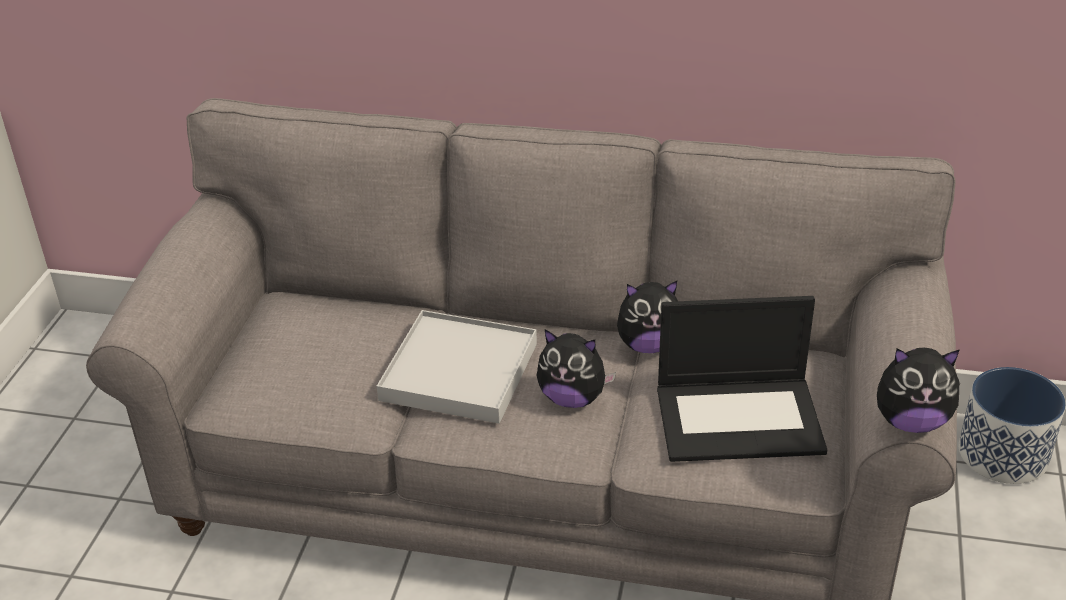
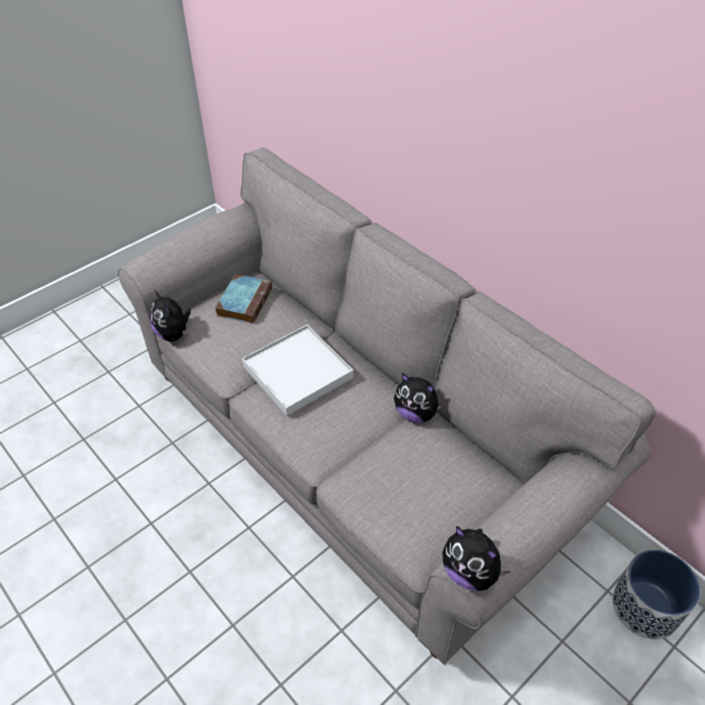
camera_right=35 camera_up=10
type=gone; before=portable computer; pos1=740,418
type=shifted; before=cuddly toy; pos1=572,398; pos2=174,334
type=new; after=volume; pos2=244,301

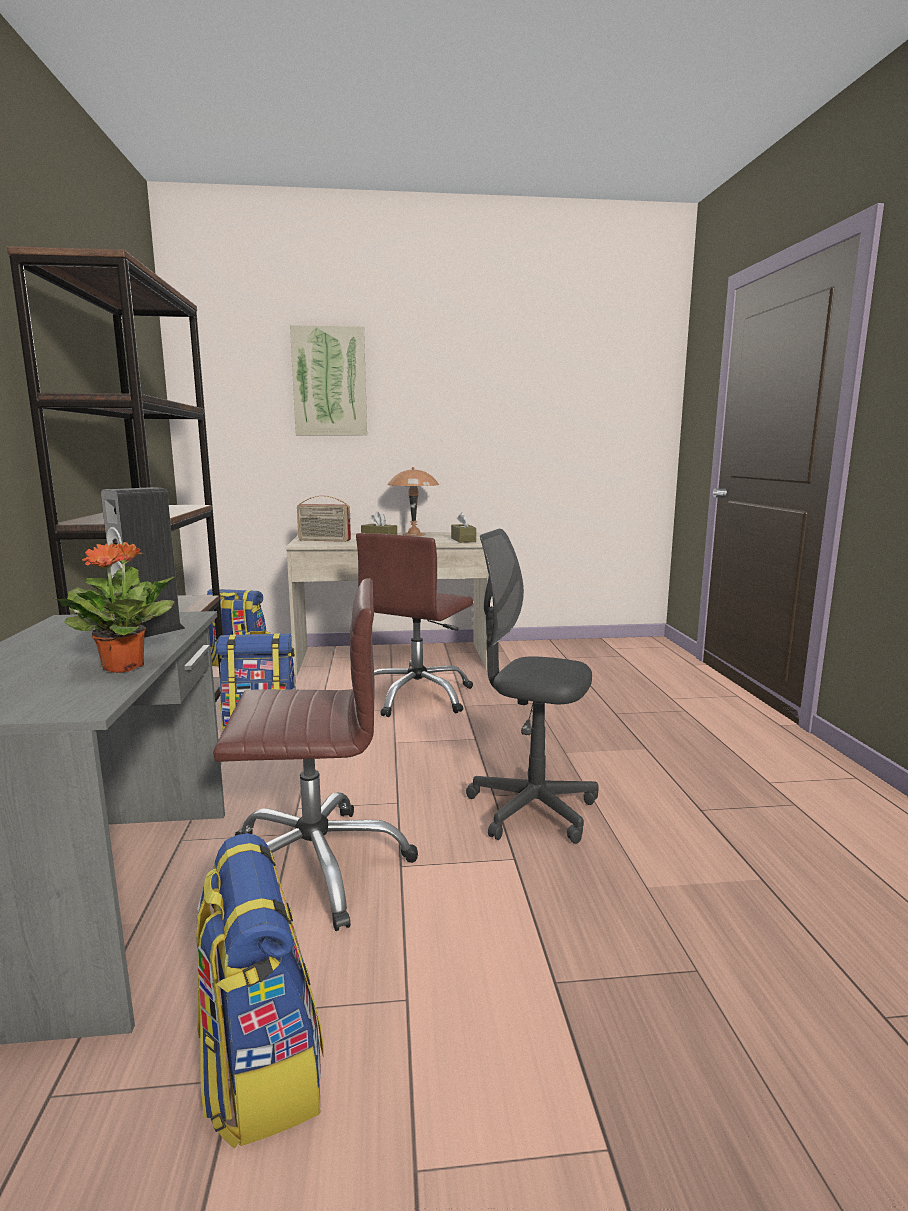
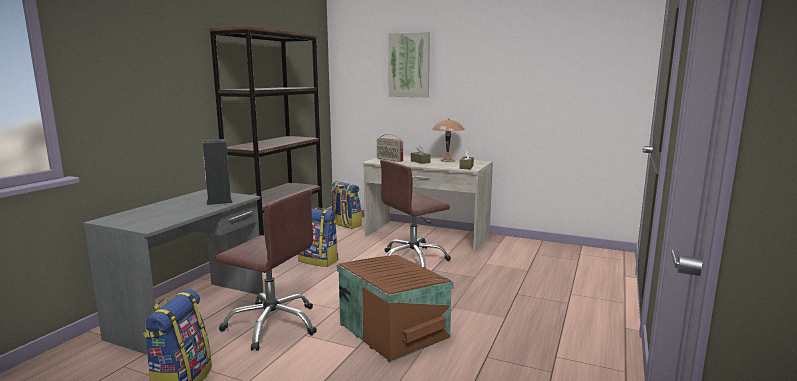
camera_right=30 camera_up=0
type=swapped; before=grey computer chair; after=brown storage container; pos1=532,810; pos2=394,330
type=gone; before=plant in a pot; pos1=124,666

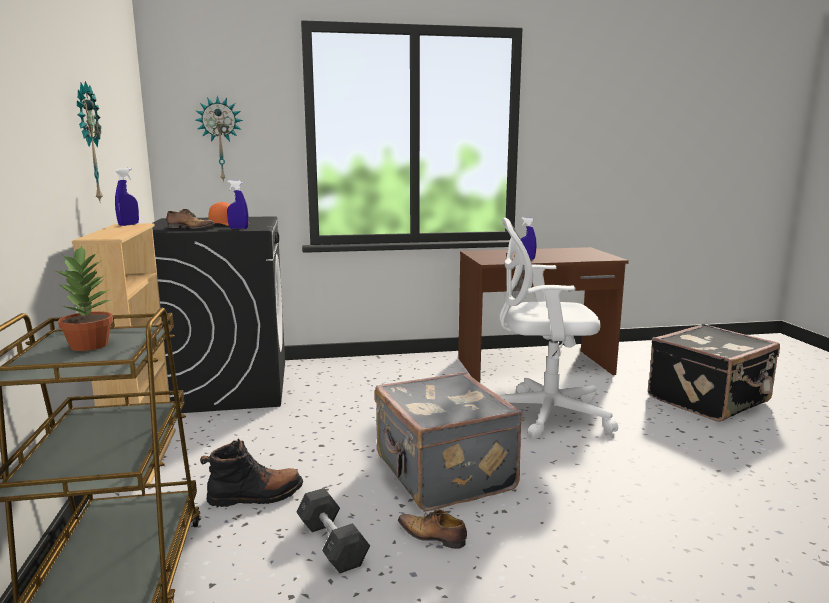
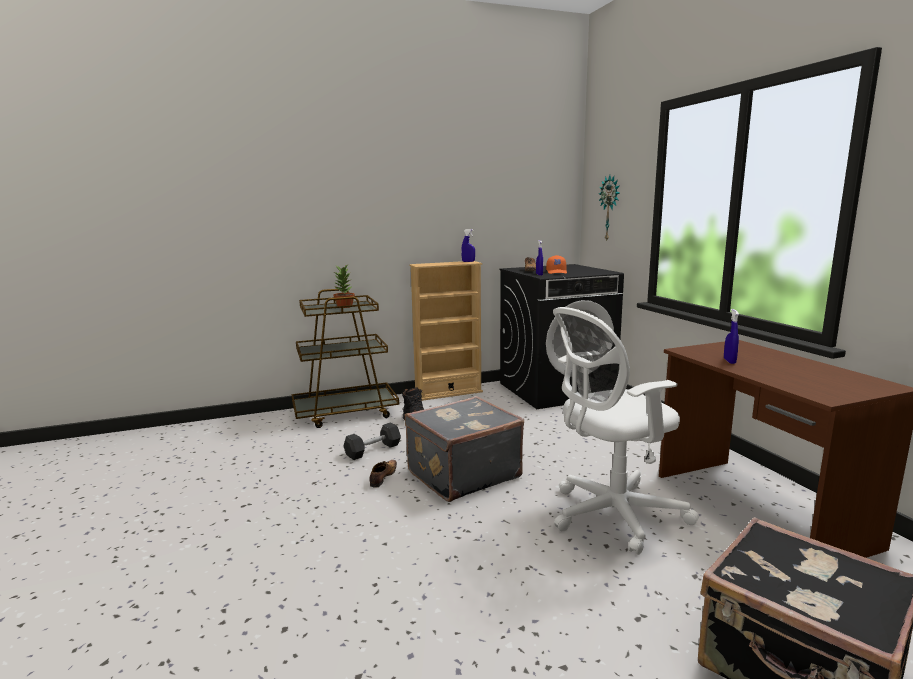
camera_right=80 camera_up=0
type=gone; before=wall clock; pos1=87,143
type=rotated; before=whitish computer chair; pos1=543,413; pos2=611,515; turn=-105

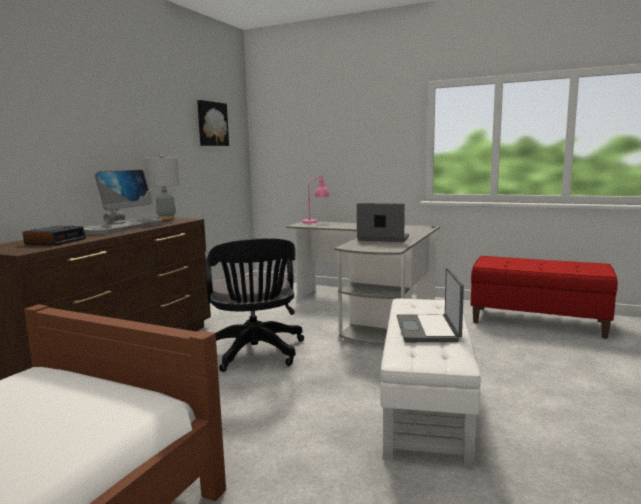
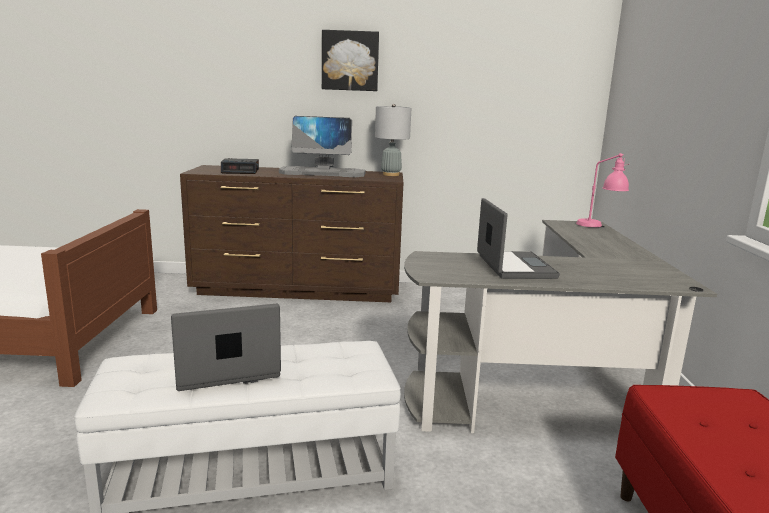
camera_right=65 camera_up=5
type=shifted; before=wall picture; pos1=212,124; pos2=350,61
type=gone; before=blackish computer chair; pos1=255,353

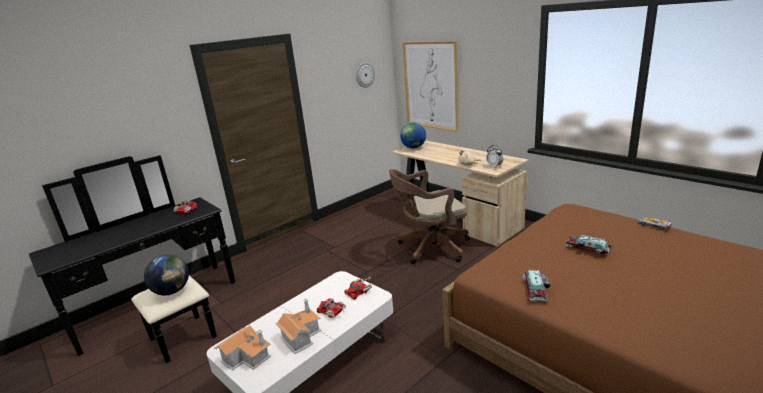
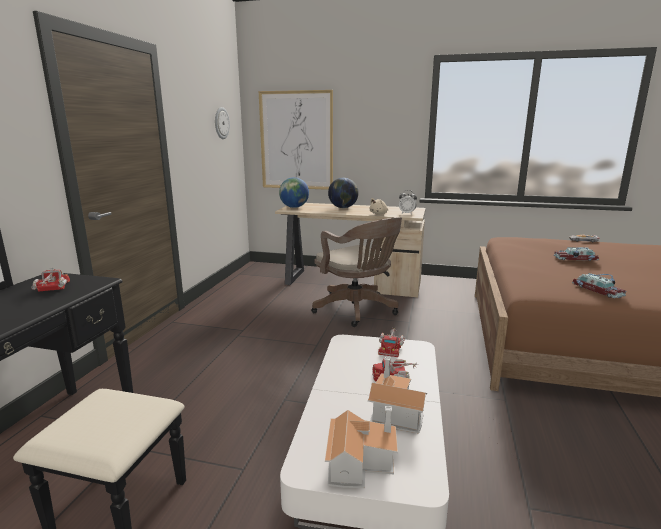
camera_right=-35 camera_up=-5
type=rotated; before=brown computer chair; pos1=430,248; pos2=357,310; turn=-75
type=shifted; before=desk globe; pos1=172,291; pos2=343,207

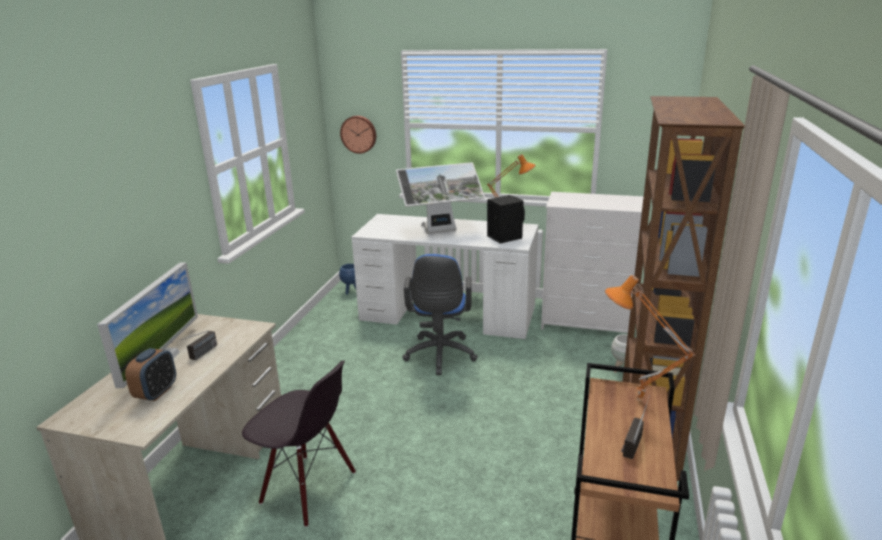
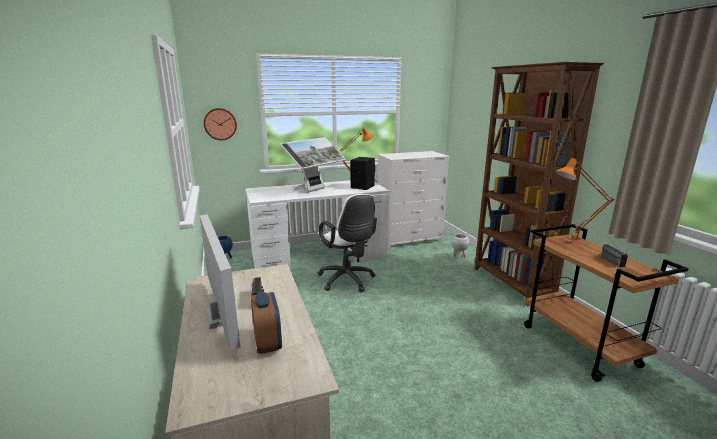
camera_right=-35 camera_up=-5
type=repainted; before=bluish computer chair; after=whitish computer chair; pos1=440,356; pos2=347,281
type=gone; before=blackish upright chair; pos1=308,488

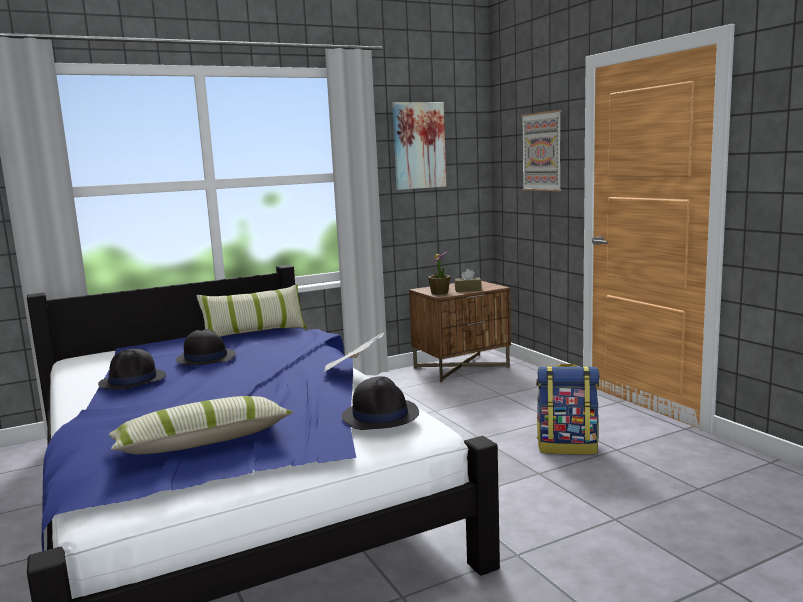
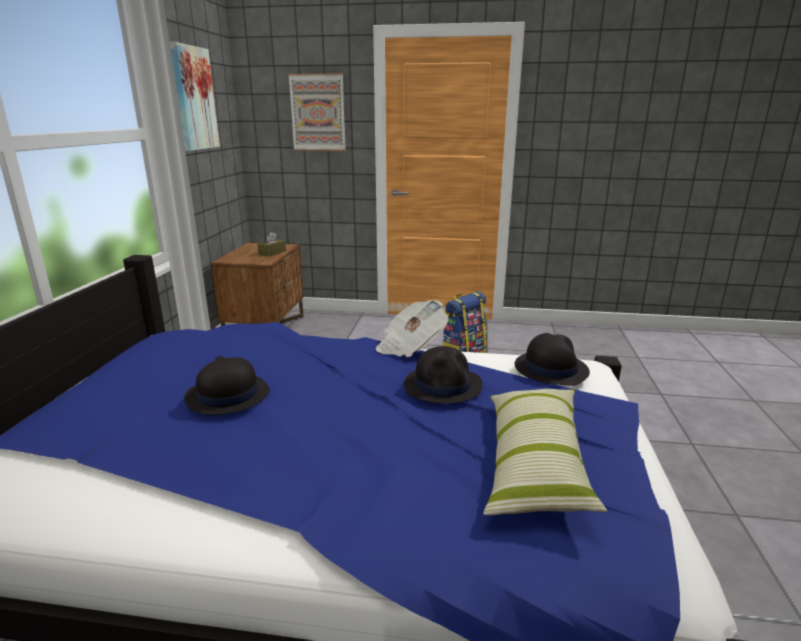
camera_right=-55 camera_up=10
type=gone; before=plant in a pot; pos1=439,293
type=gone; before=cushion; pos1=254,333
type=shifted; before=blackish wearable hat; pos1=133,380; pos2=443,385

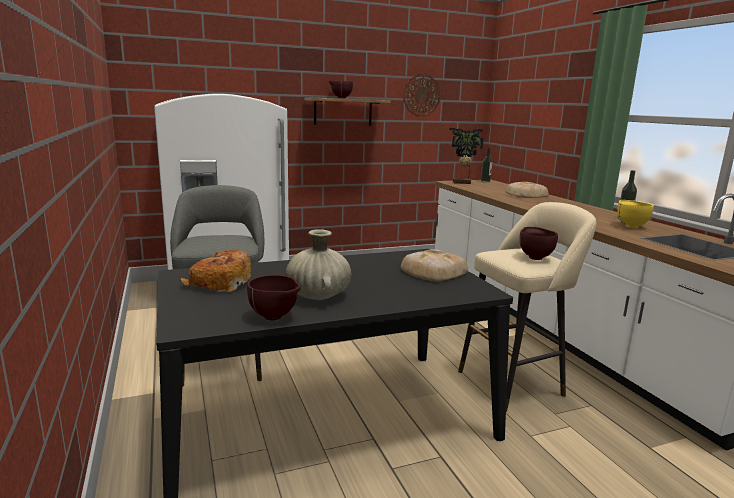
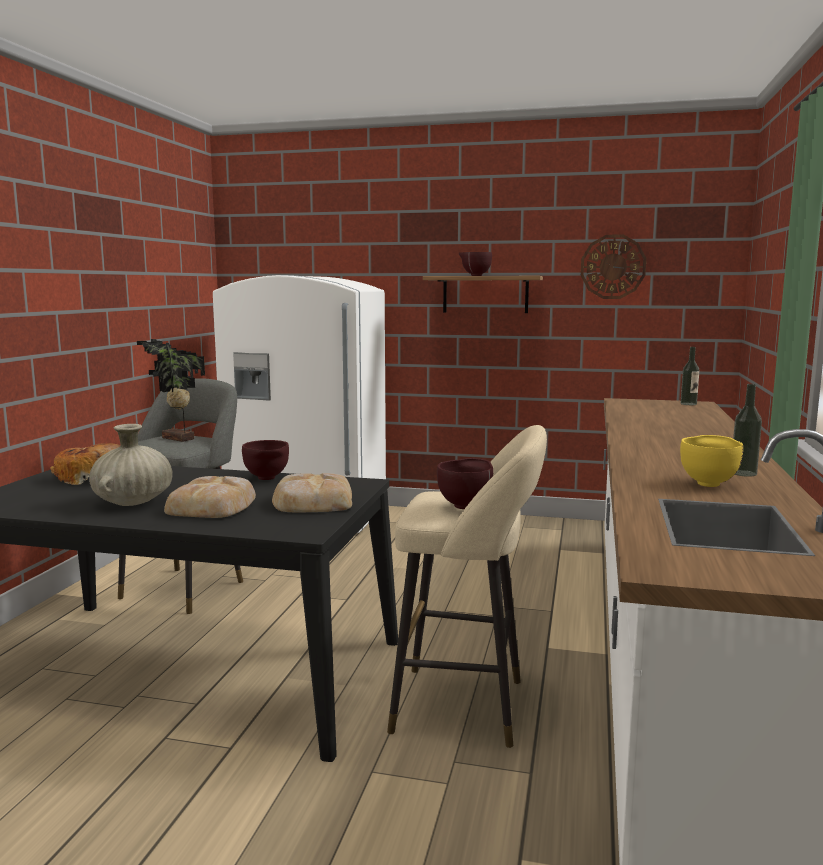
camera_right=35 camera_up=-5
type=shifted; before=plant in a pot; pos1=462,183; pos2=177,439
type=shifted; before=baked bread; pos1=526,194; pos2=213,506
type=shifted; before=brown bowl; pos1=275,318; pos2=267,478

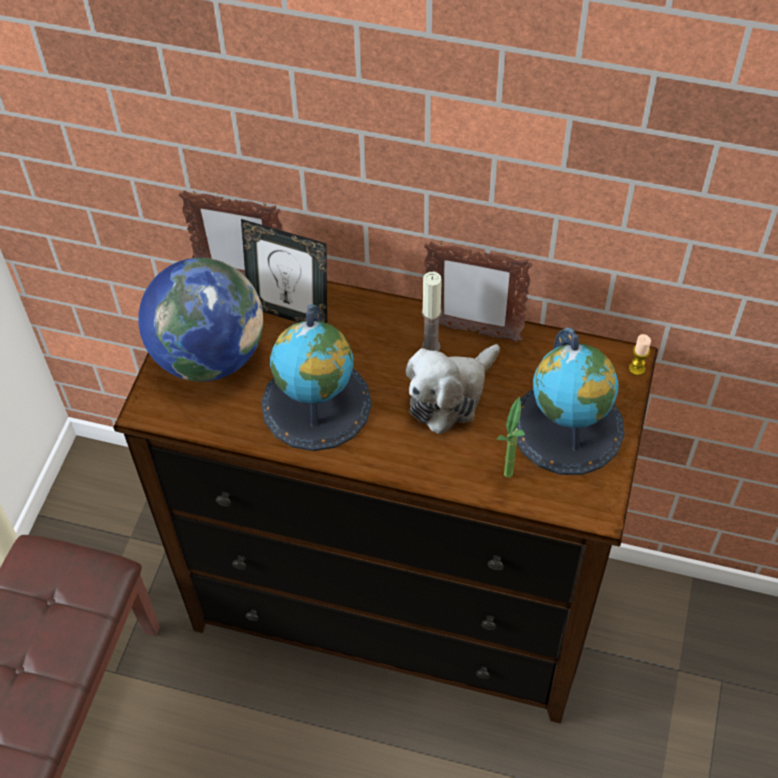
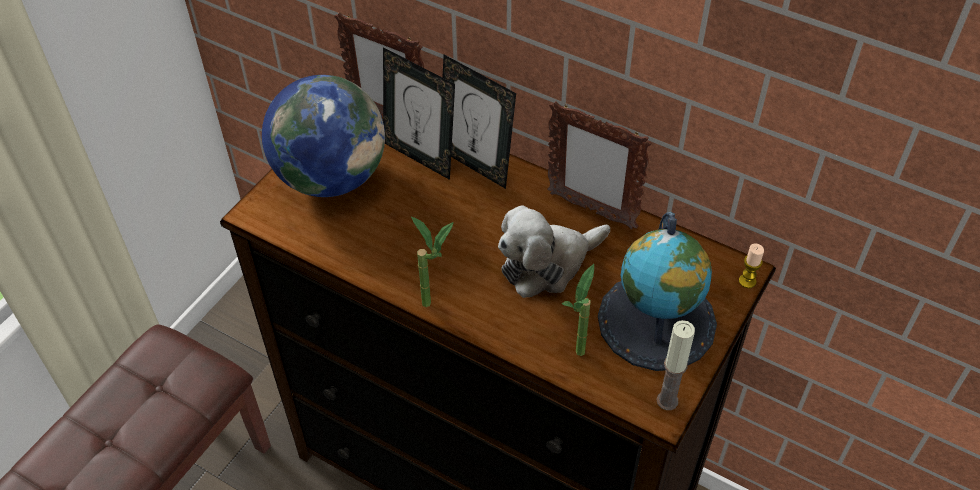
camera_right=15 camera_up=-5
type=shifted; before=candle; pos1=431,346; pos2=667,400
type=gone; before=desk globe; pos1=317,404
type=new; after=photo frame; pos2=476,164
type=new; after=plant in a pot; pos2=436,304

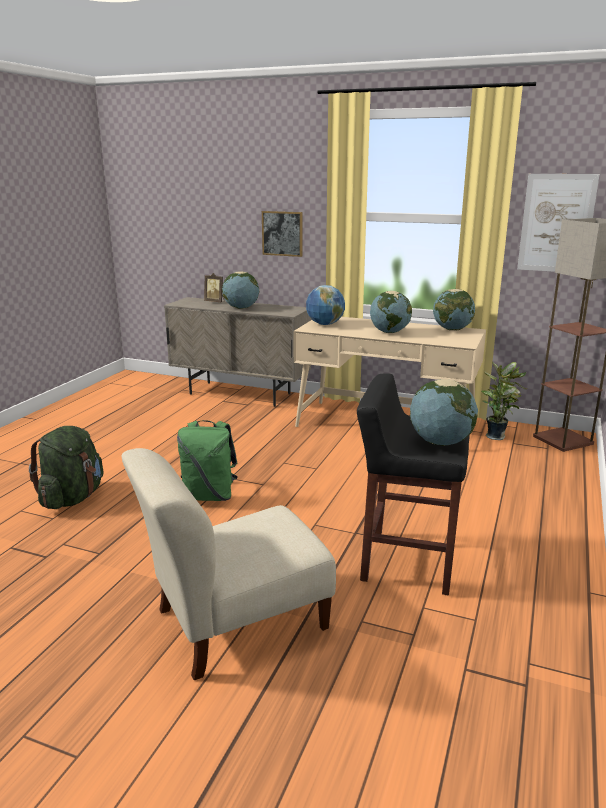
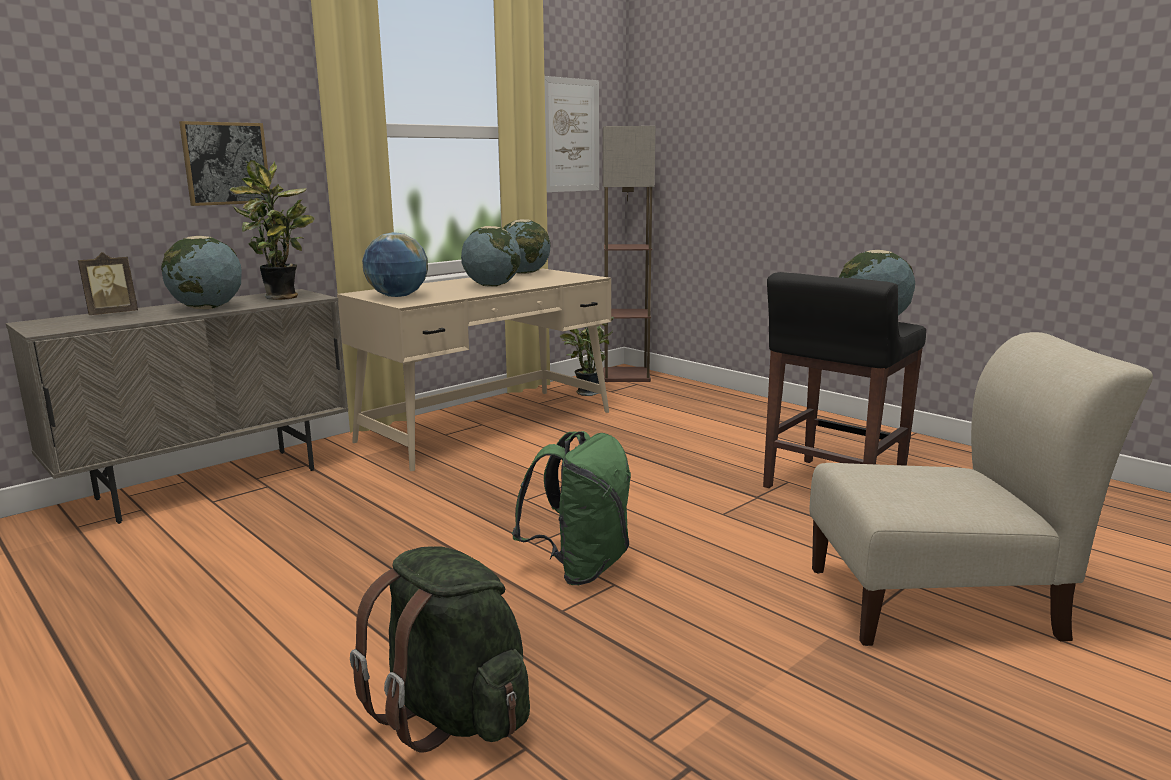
camera_right=-65 camera_up=-5
type=rotated; before=beige-coloured upright chair; pos1=235,623; pos2=942,602; turn=-90
type=new; after=plant in a pot; pos2=283,298

